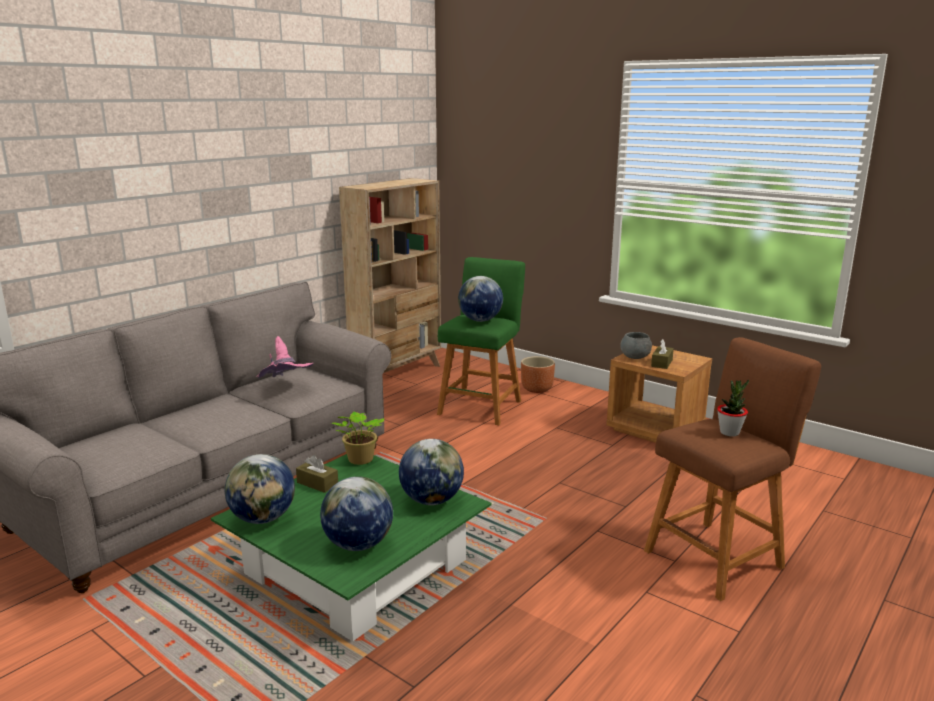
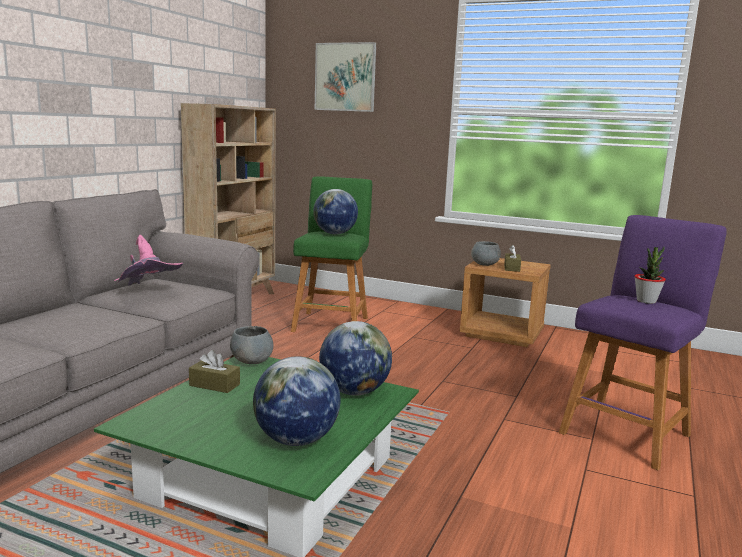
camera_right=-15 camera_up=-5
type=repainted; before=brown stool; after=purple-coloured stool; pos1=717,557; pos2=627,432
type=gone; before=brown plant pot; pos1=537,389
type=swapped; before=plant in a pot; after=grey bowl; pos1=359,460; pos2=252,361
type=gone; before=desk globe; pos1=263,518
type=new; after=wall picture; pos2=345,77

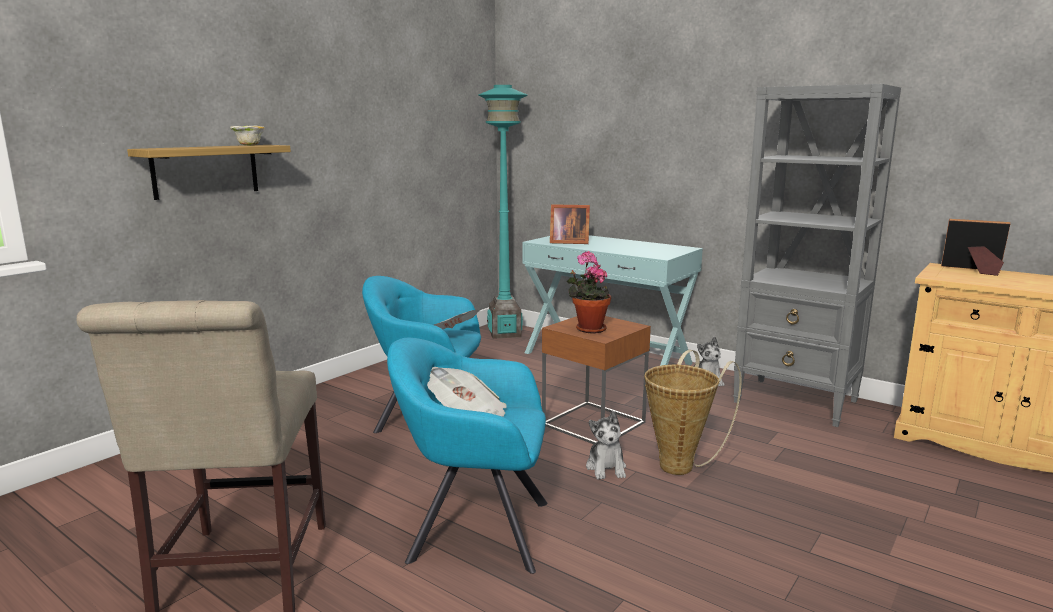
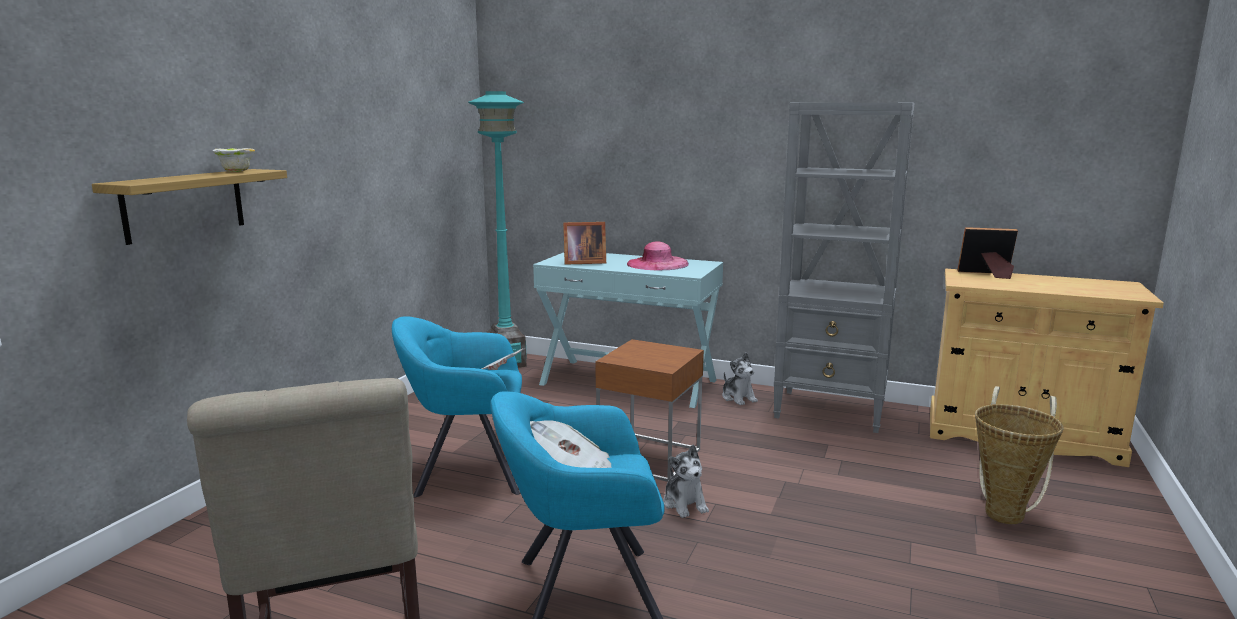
camera_right=-15 camera_up=0
type=gone; before=plant in a pot; pos1=588,329
type=shifted; before=household basket; pos1=681,465; pos2=1005,512
type=new; after=pink wearable hat; pos2=657,264

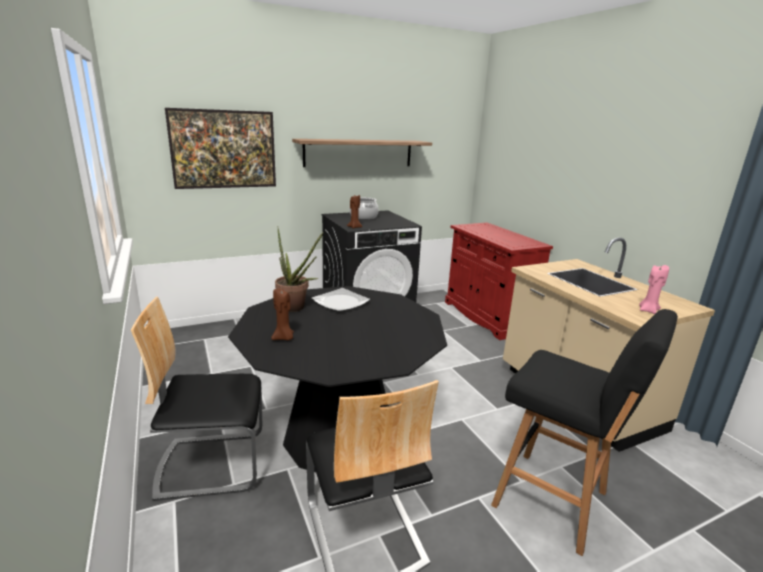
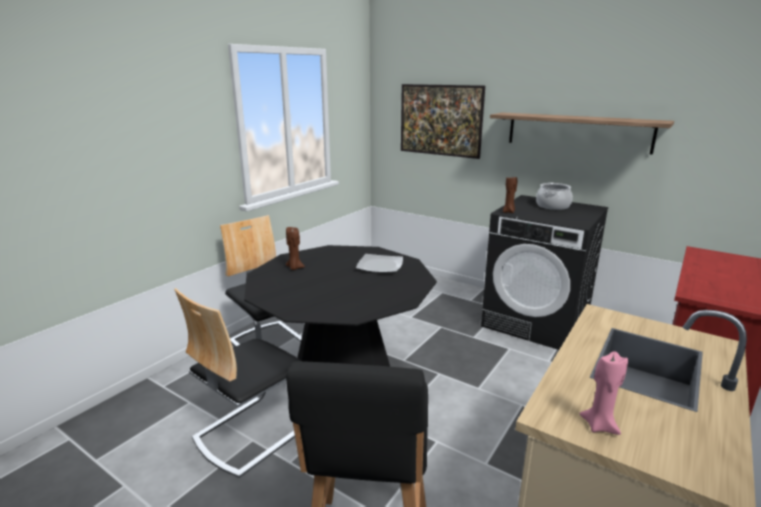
camera_right=60 camera_up=0
type=gone; before=plant in a pot; pos1=296,308

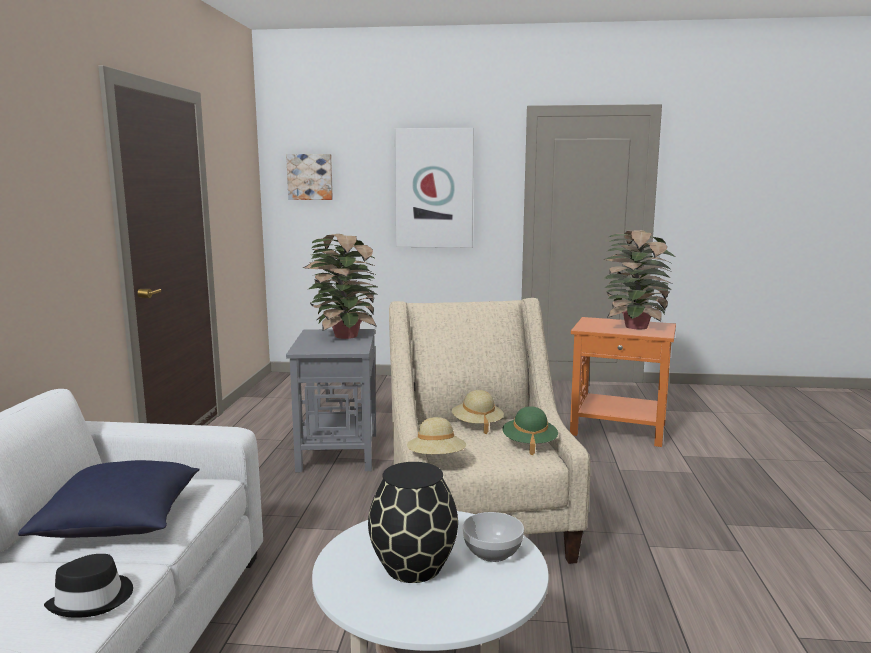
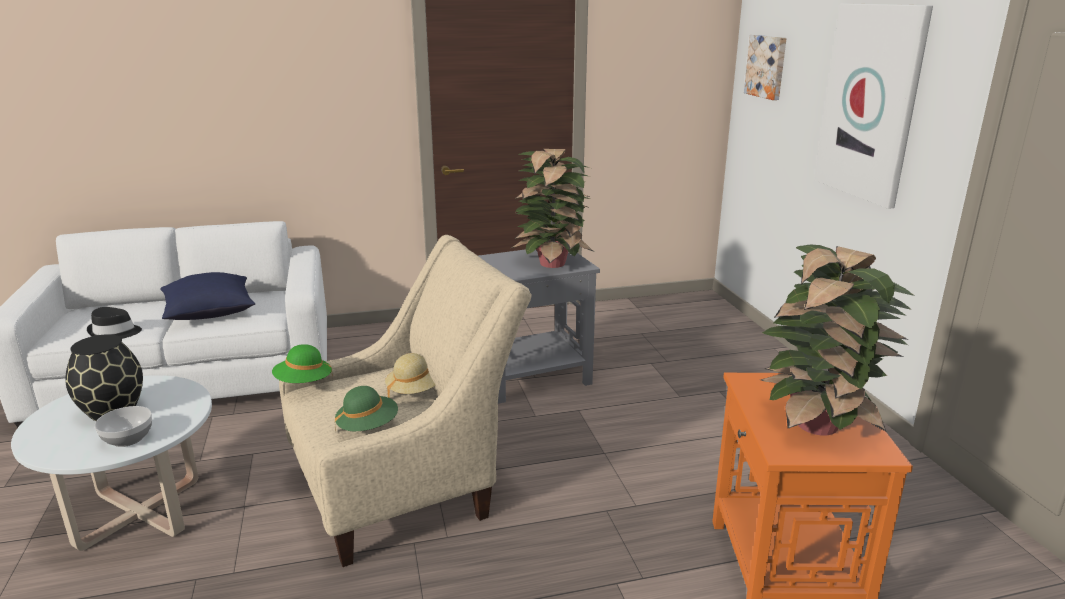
camera_right=70 camera_up=10
type=repainted; before=beige-coloured wearable hat; after=greenish wearable hat; pos1=436,459; pos2=303,383

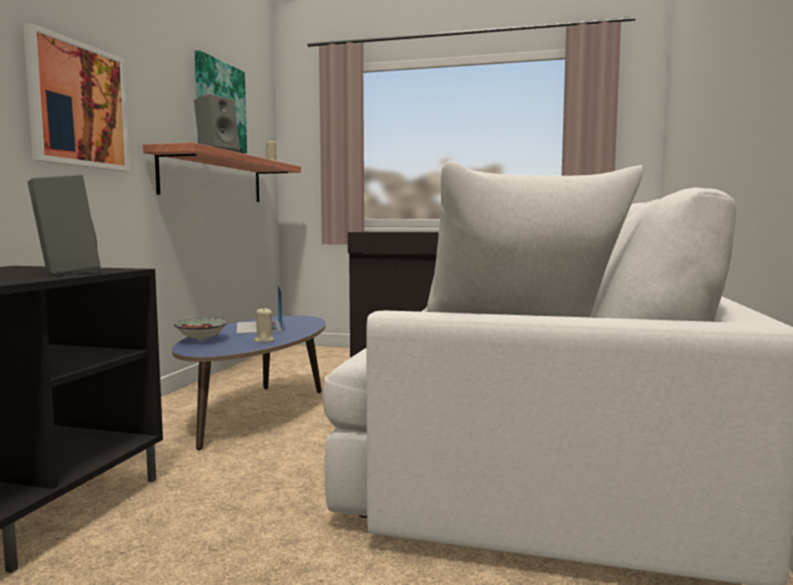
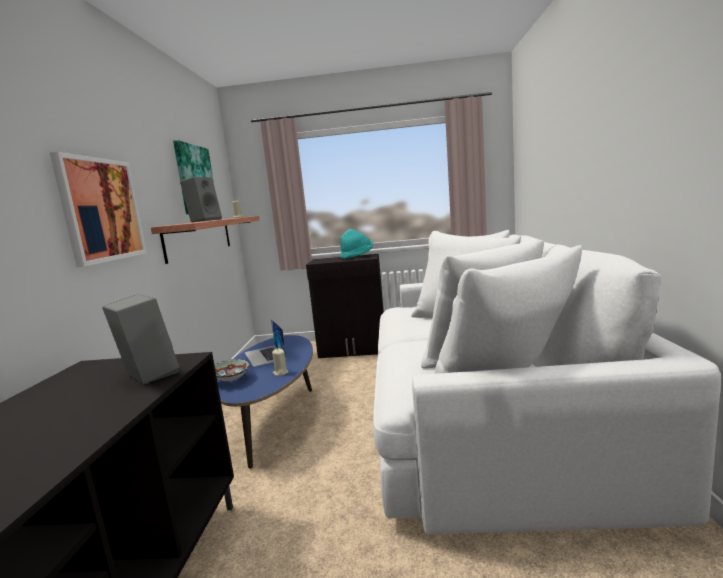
camera_right=-10 camera_up=5
type=new; after=turquoise-coloured wearable hat; pos2=357,256

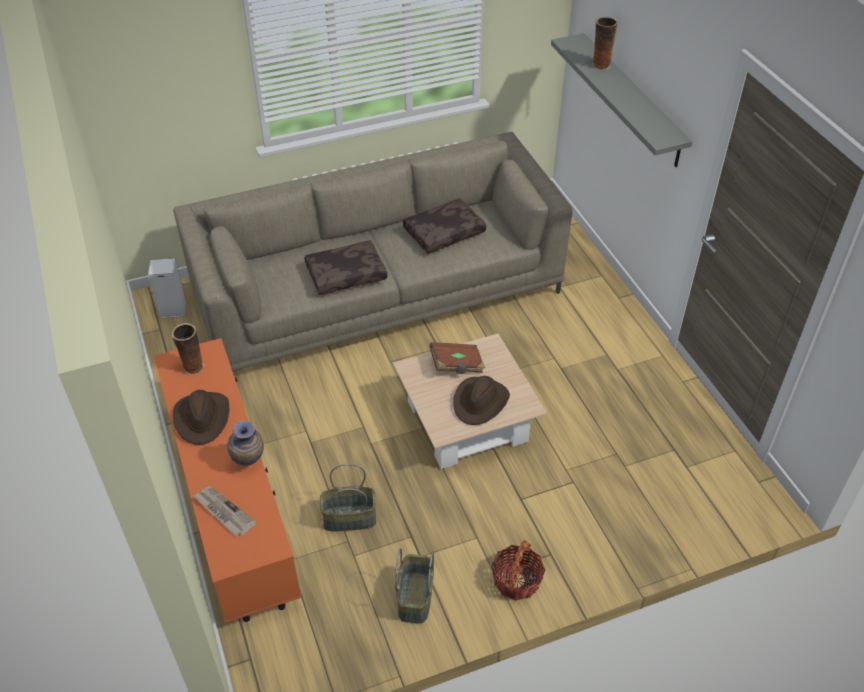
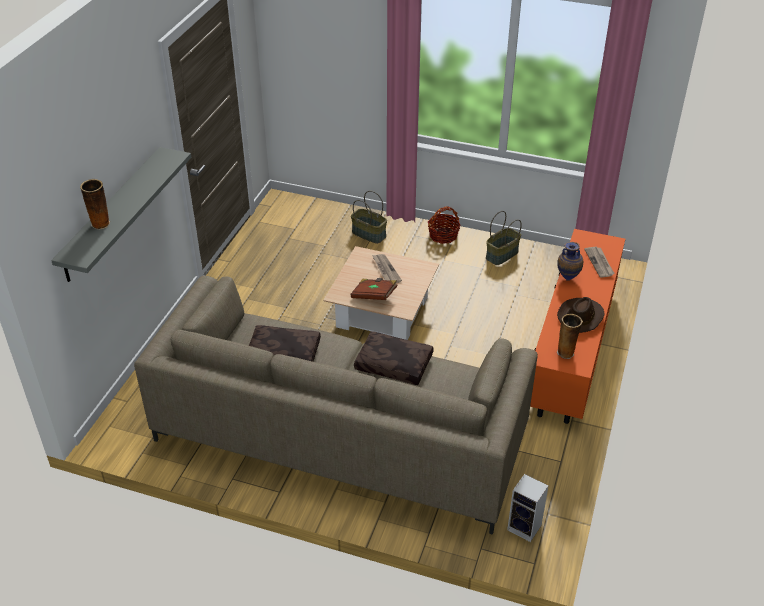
camera_right=-140 camera_up=-5
type=swapped; before=brown wearable hat; after=newspaper; pos1=480,402; pos2=385,270
type=shifted; before=household basket; pos1=349,519; pos2=369,234

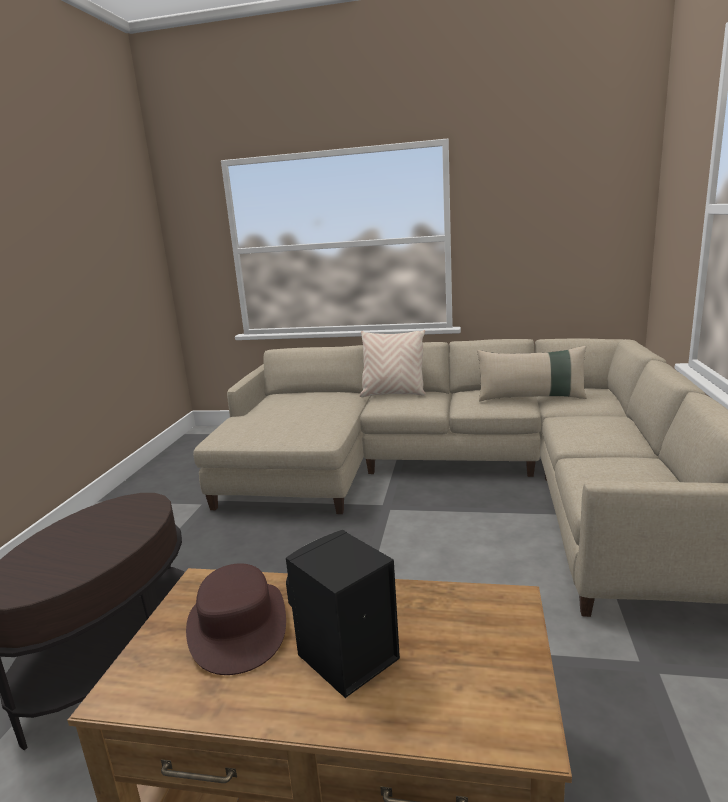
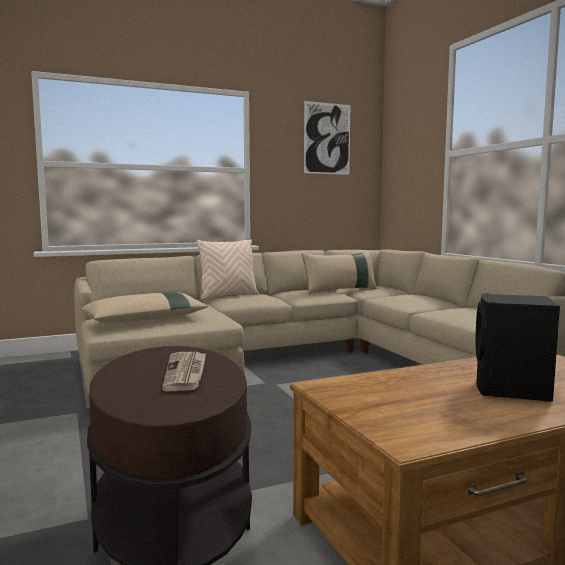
camera_right=-35 camera_up=-10
type=gone; before=brown wearable hat; pos1=238,626
type=new; after=wall picture; pos2=327,138
type=new; after=beige-coloured cushion; pos2=146,319
type=new; after=newspaper; pos2=186,373

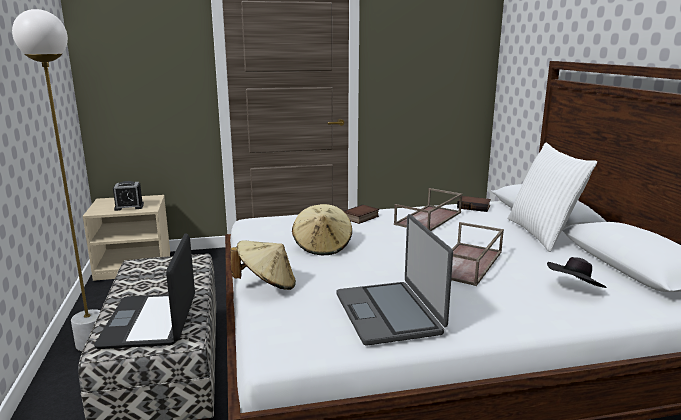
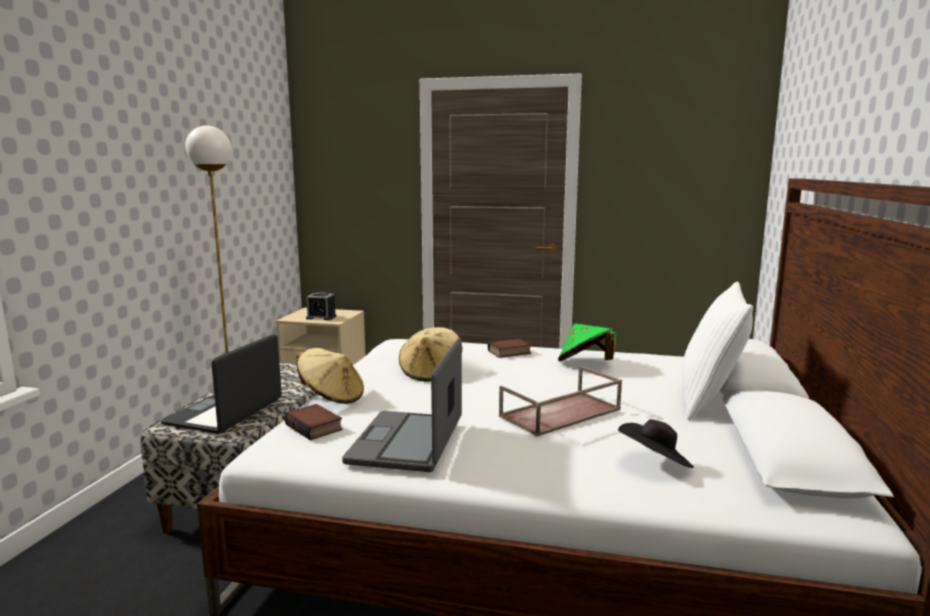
camera_right=25 camera_up=-5
type=swapped; before=brown carrying tray; after=greenish wearable hat; pos1=428,219; pos2=585,364
type=shifted; before=volume; pos1=474,207; pos2=315,427

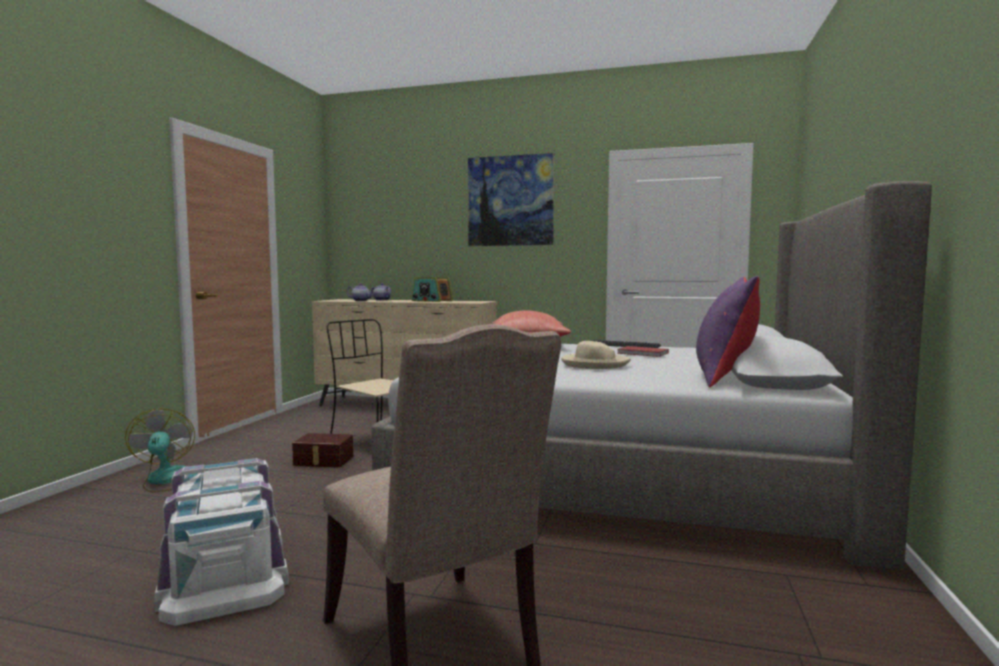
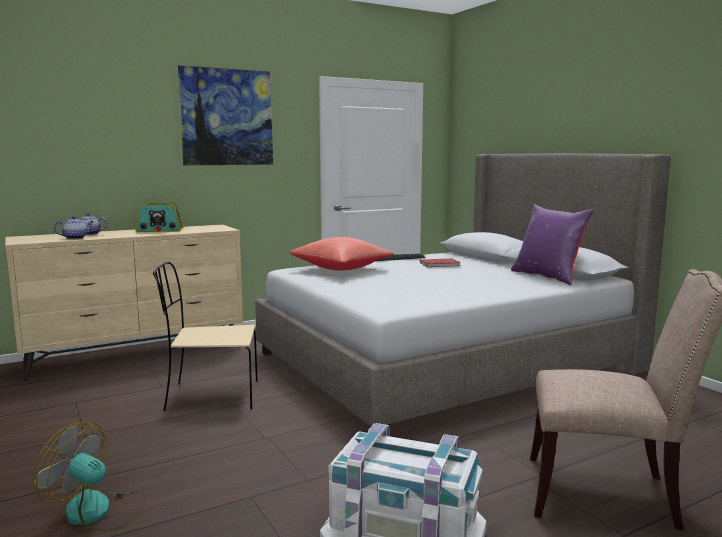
camera_right=-45 camera_up=5
type=gone; before=beige-coloured wearable hat; pos1=594,364
type=gone; before=brown storage container; pos1=323,461

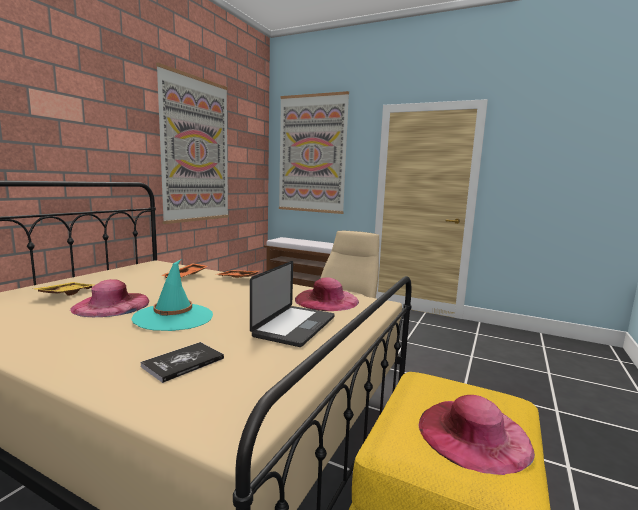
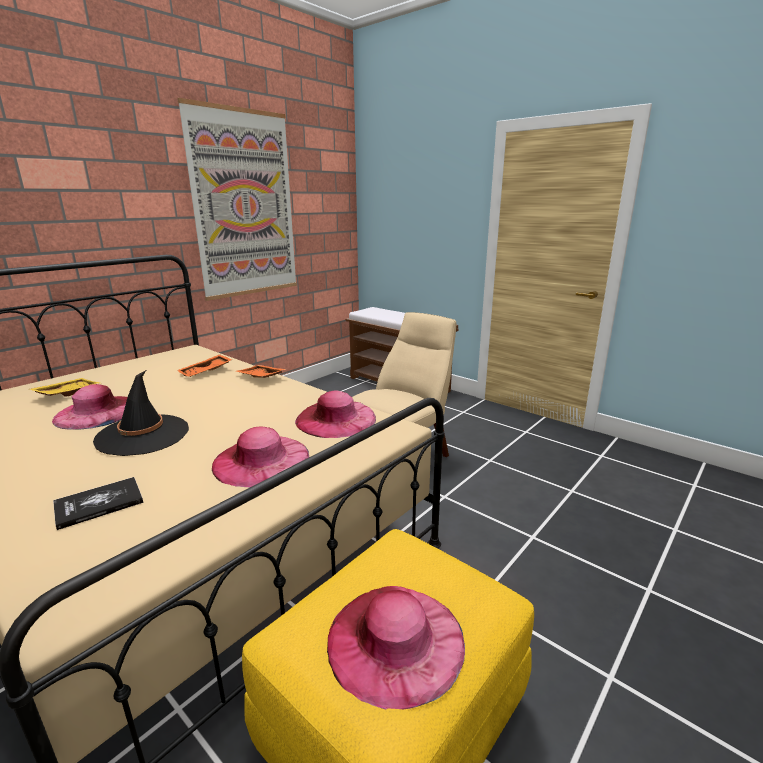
camera_right=15 camera_up=10
type=gone; before=wall picture; pos1=312,154
type=repainted; before=turquoise-coloured wearable hat; after=blackish wearable hat; pos1=174,317; pos2=143,435
type=swapped; before=portable computer; after=pink wearable hat; pos1=295,326; pos2=261,460

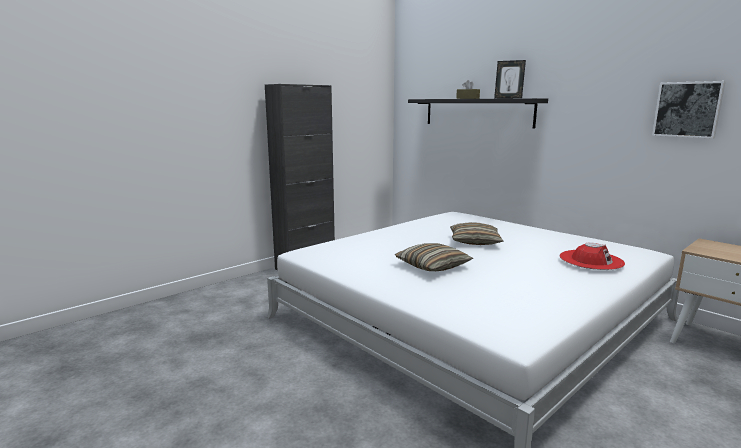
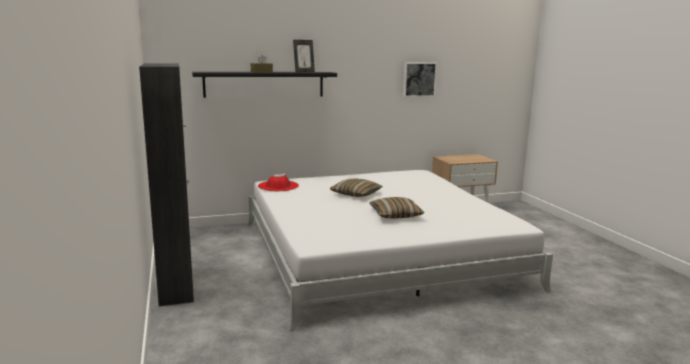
camera_right=-65 camera_up=0
type=shifted; before=red-coloured wearable hat; pos1=591,260; pos2=278,186

